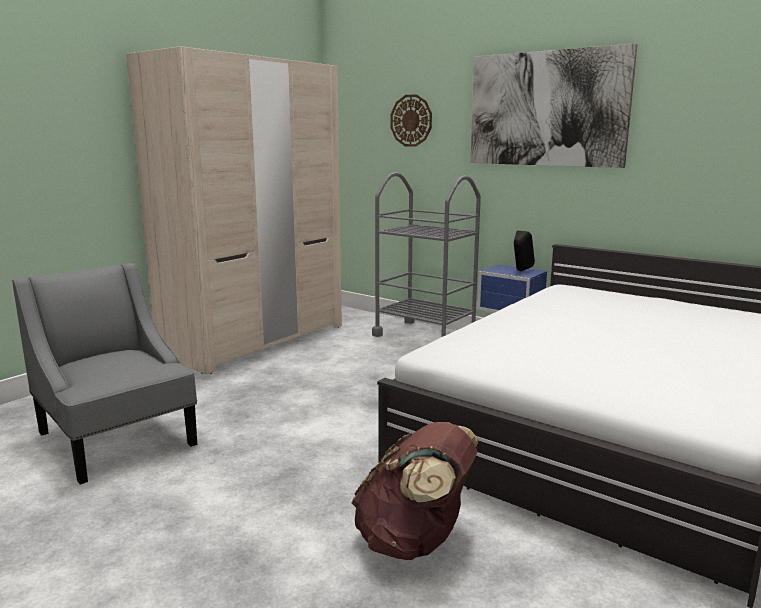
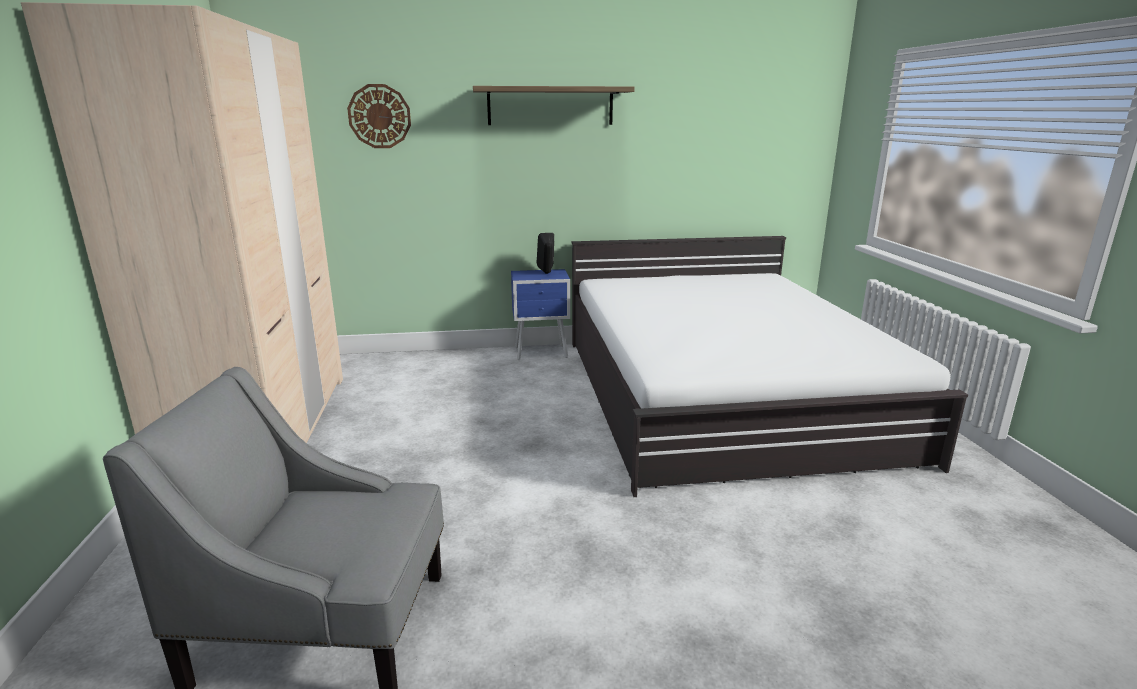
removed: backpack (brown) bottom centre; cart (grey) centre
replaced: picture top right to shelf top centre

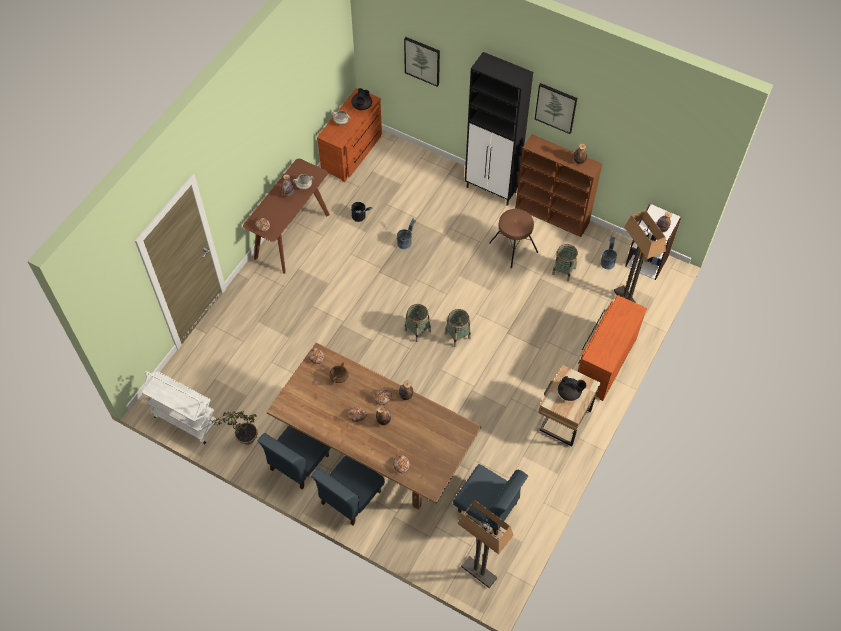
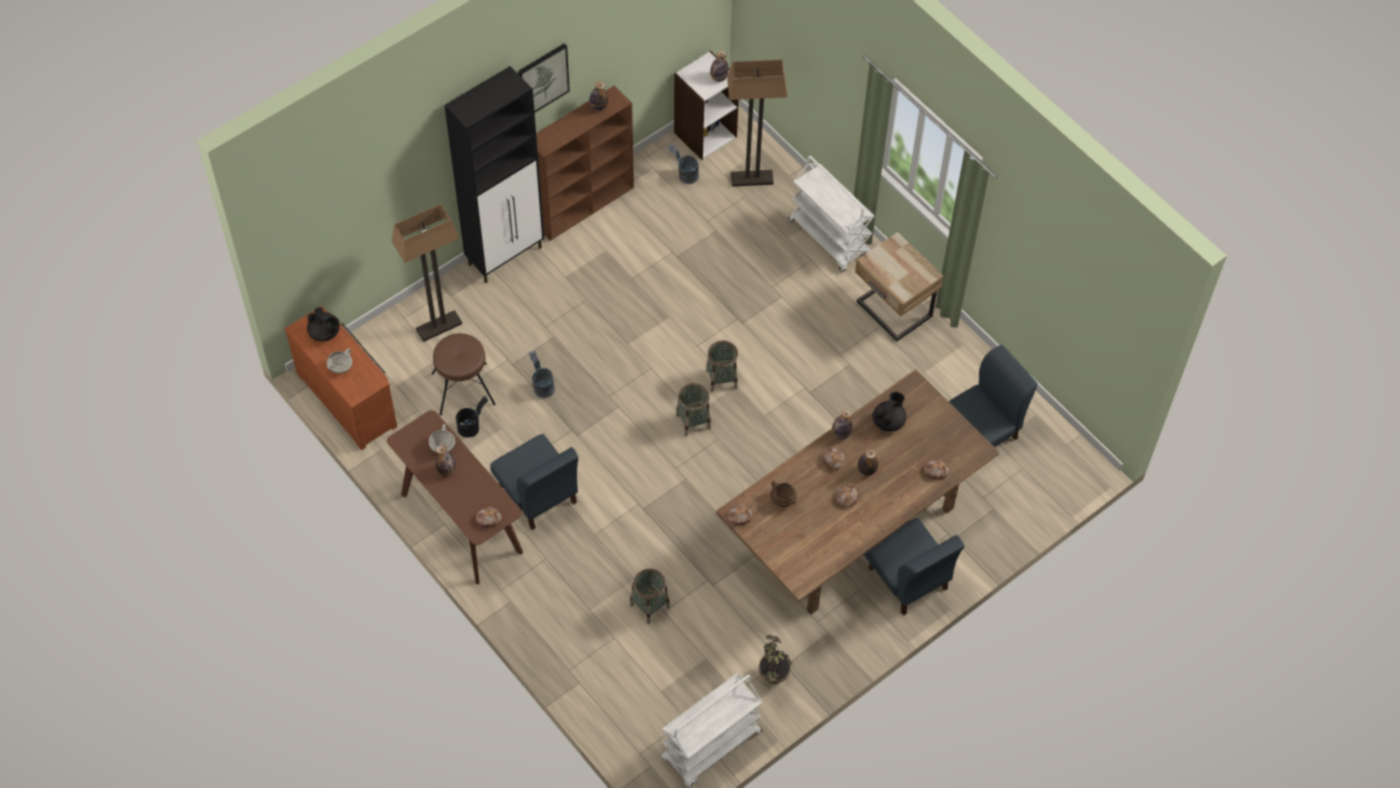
removed: picture (1st from left) top centre
moved: chair (blue) (1st from left) bottom centre to centre; floor lamp (1st from left) bottom centre to middle left; stool (brown) centre to middle left; basket (3rd from left in the first image) middle right to basket (1st from left) bottom centre; teapot (black) (2nd from left) middle right to centre
replaced: dresser (brown) (2nd from left) middle right to cart (white) (2nd from left) top centre

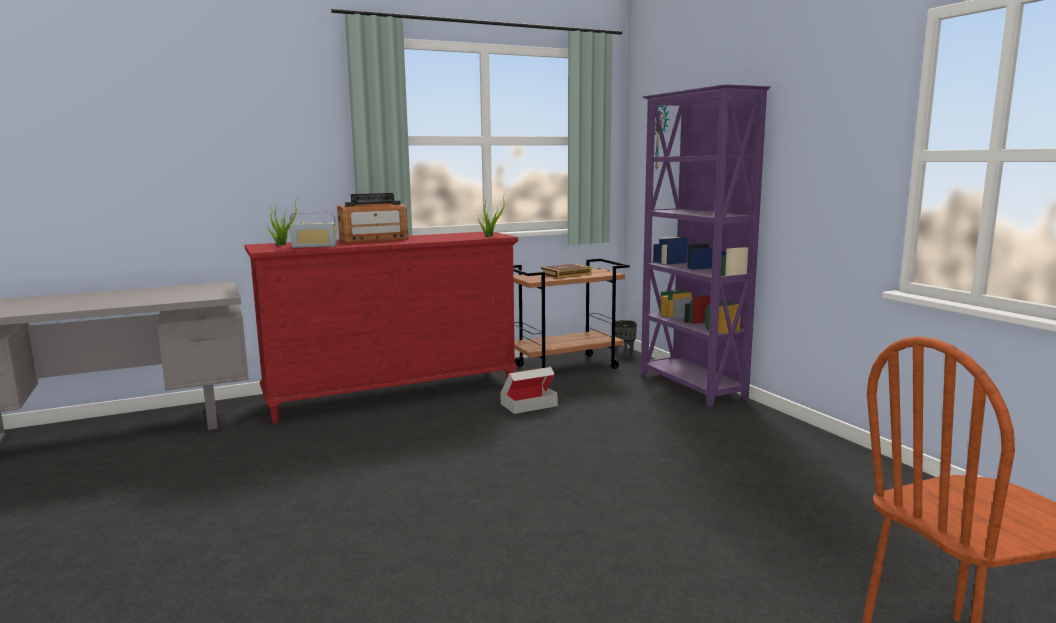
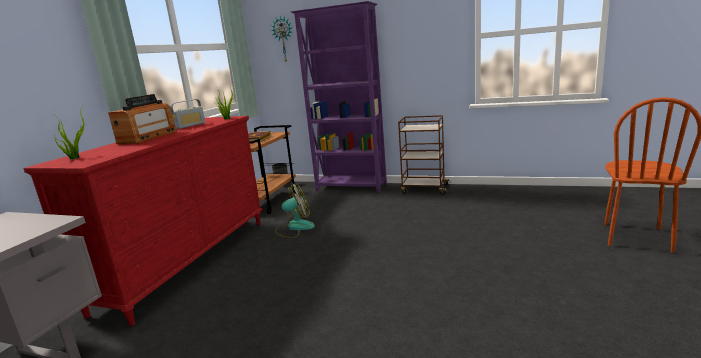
added: cart (brown) (2nd from left) centre
moved: radio (1st from left in the first image) middle left to radio (2nd from left) top left
replaced: cardboard box centre to fan centre

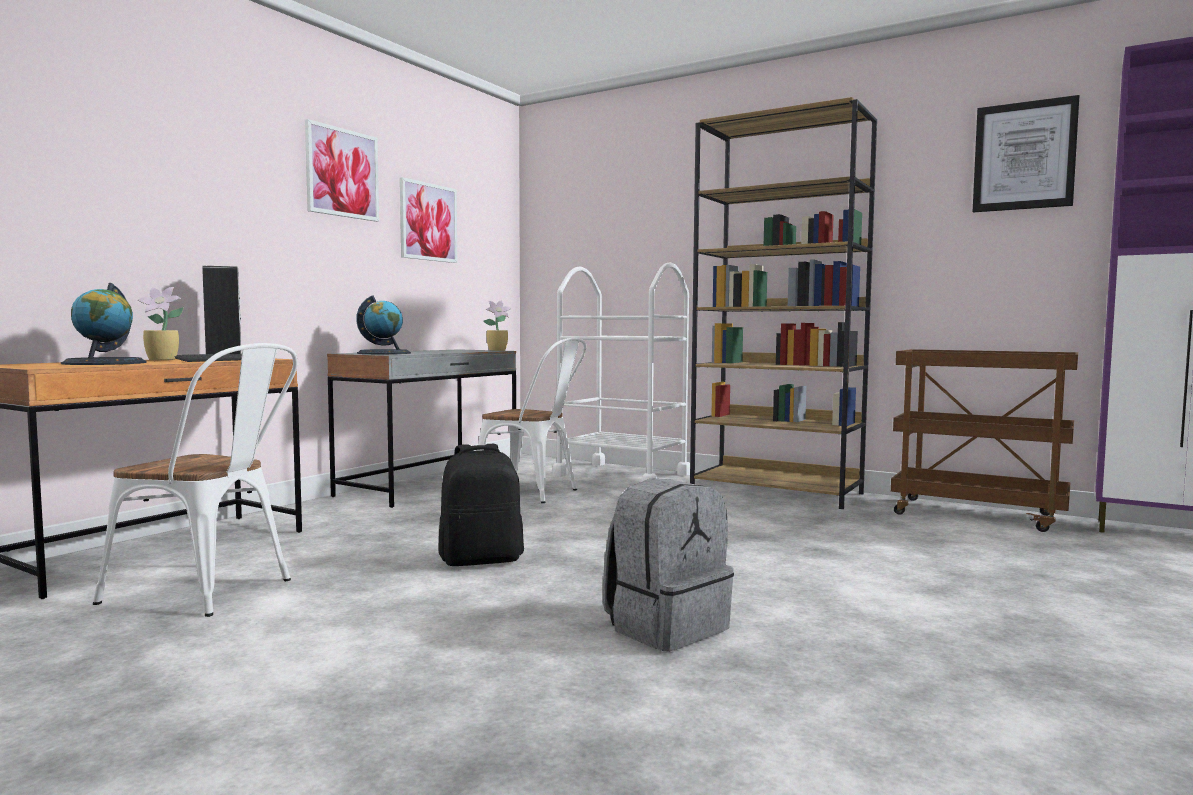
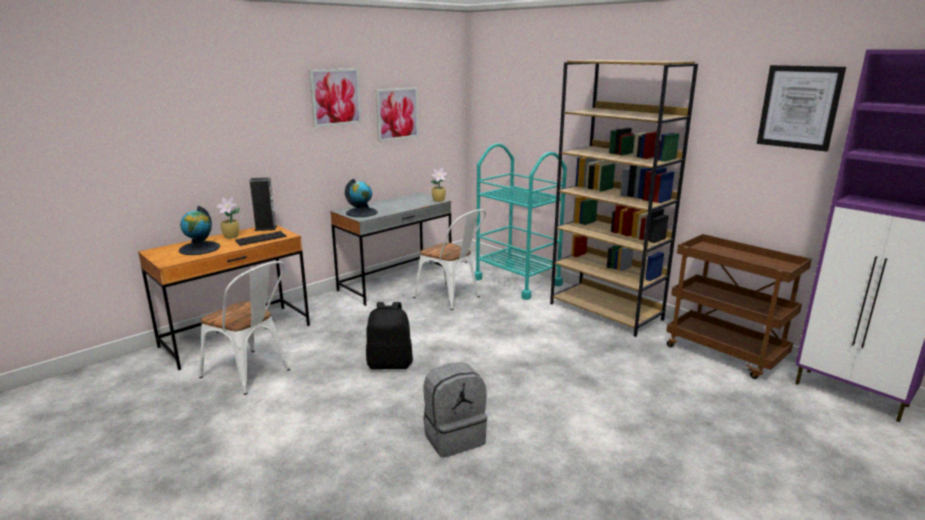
recoloured: cart (white) centre to cart (turquoise) centre

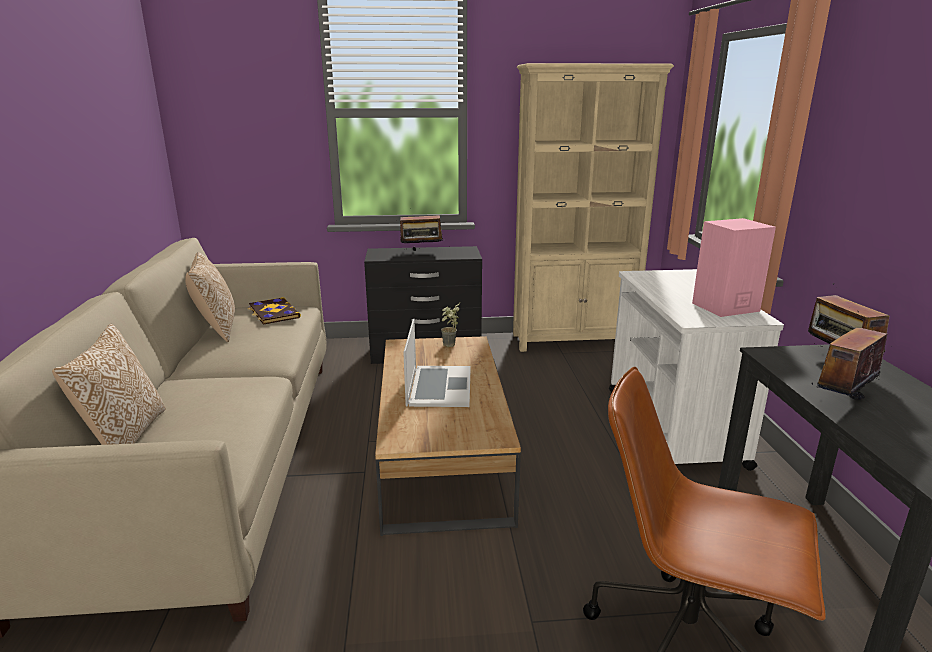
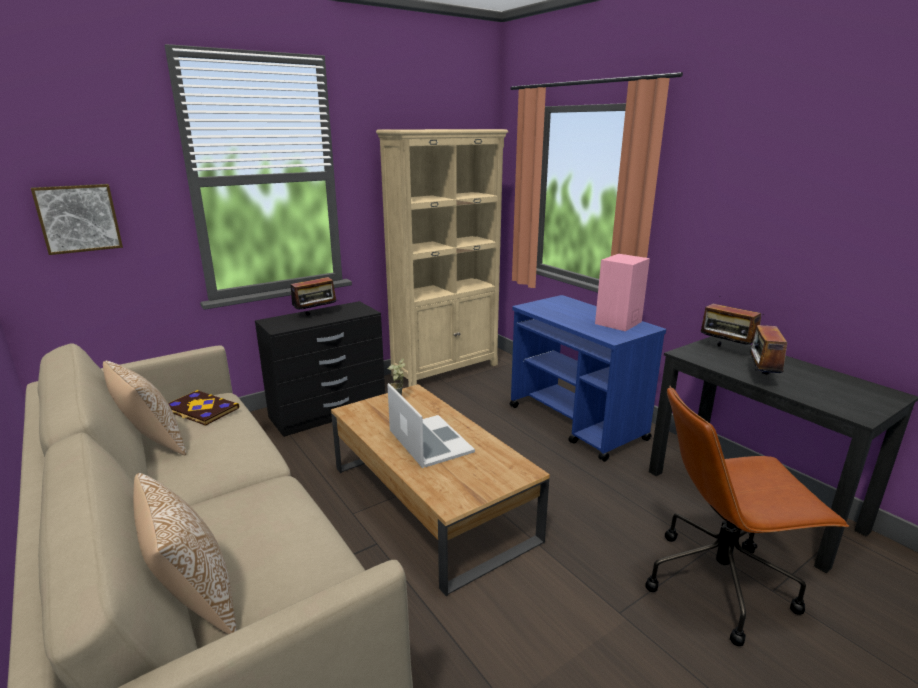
added: picture top left
recoloured: cart (white) middle right to cart (blue) centre

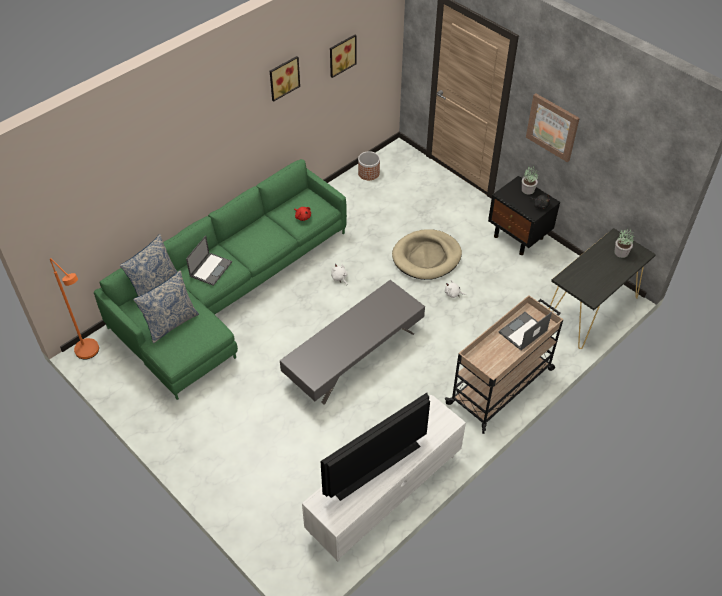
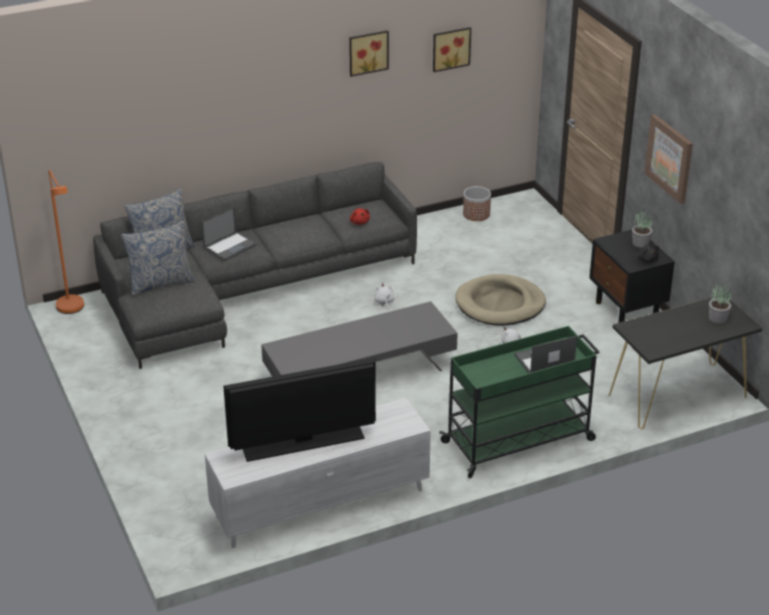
recoloured: sofa (green) middle left to sofa (grey) middle left; cart (beige) middle right to cart (green) middle right

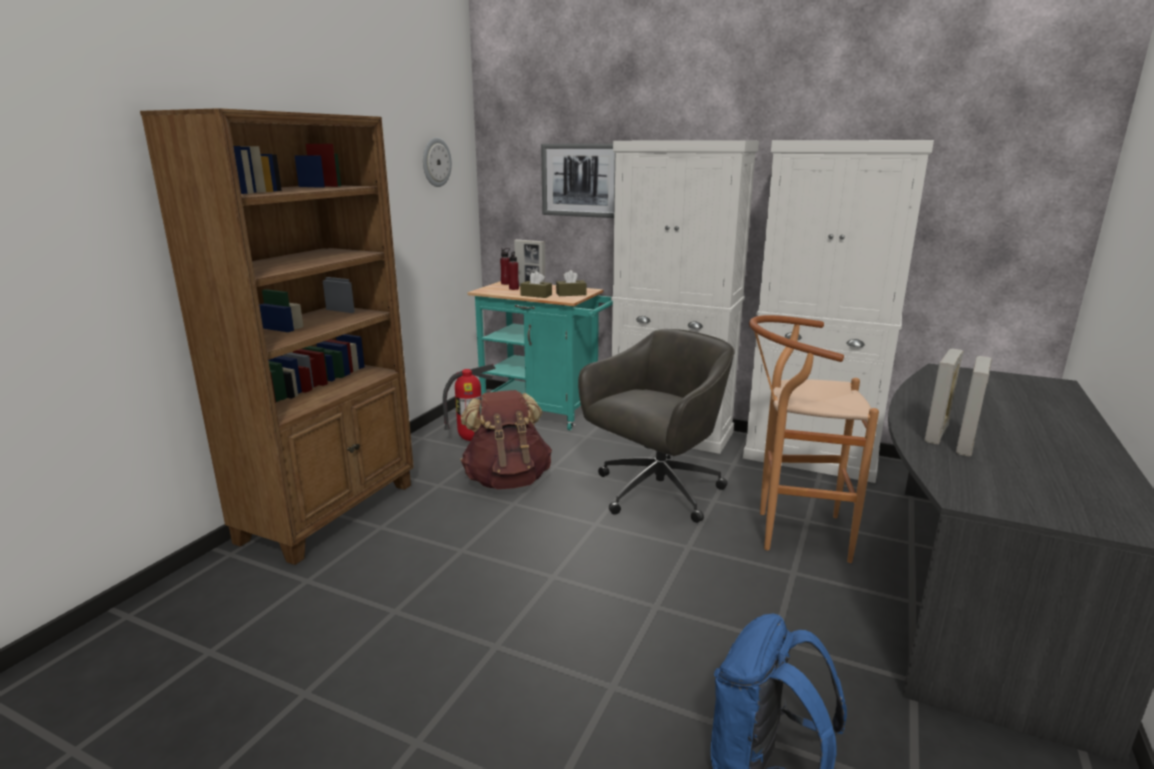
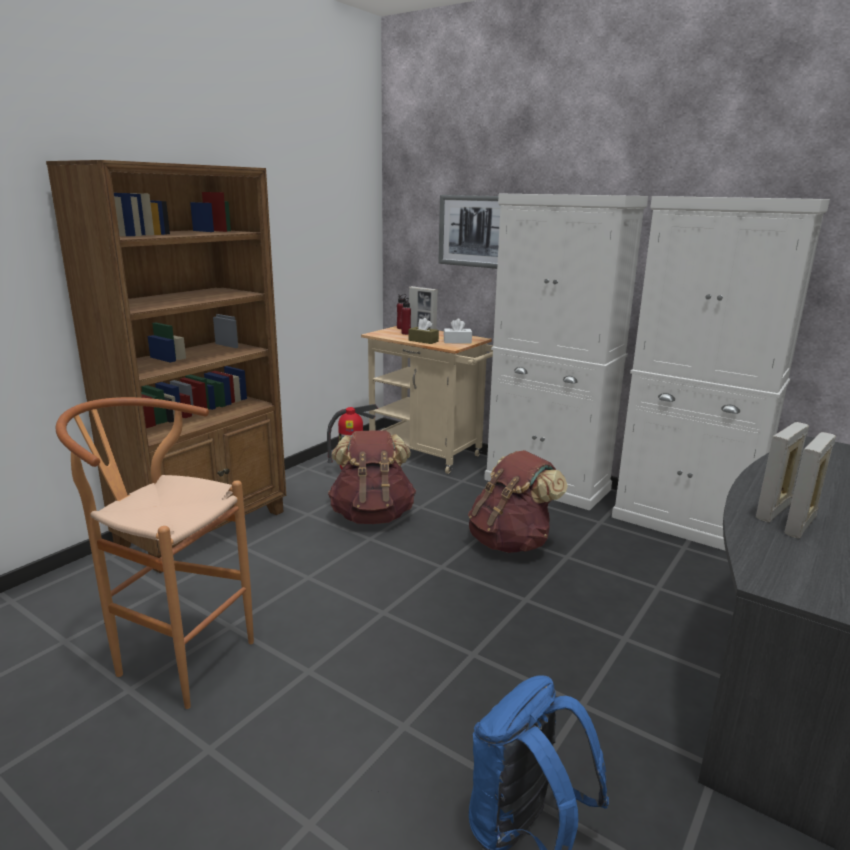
removed: wall clock top centre
moved: stool (brown) middle right to middle left
replaced: office chair (grey) centre to backpack (brown) (2nd from left) centre
recoloured: cart (turquoise) centre to cart (beige) centre; tissue box (brown) (2nd from left) centre to tissue box (white) centre

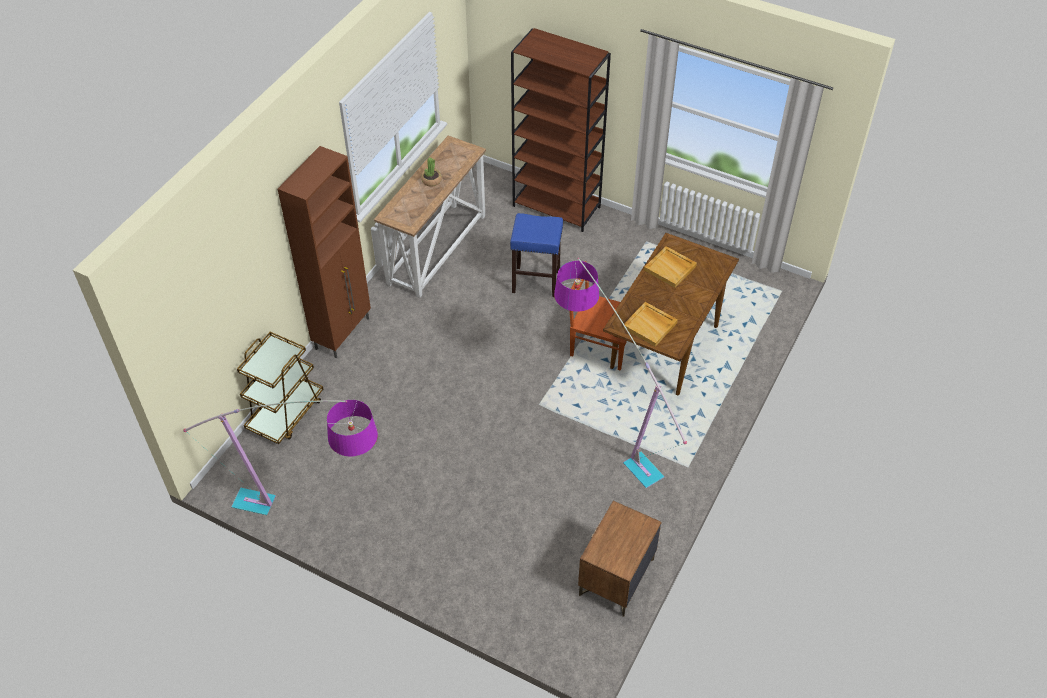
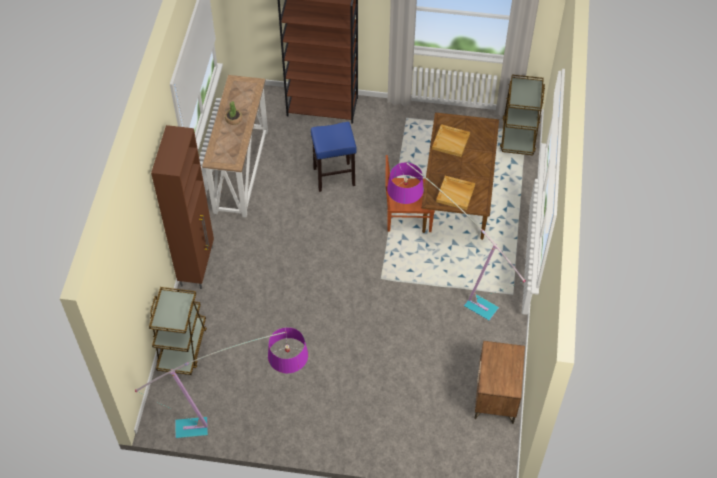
added: cart (brown) (2nd from left) top right

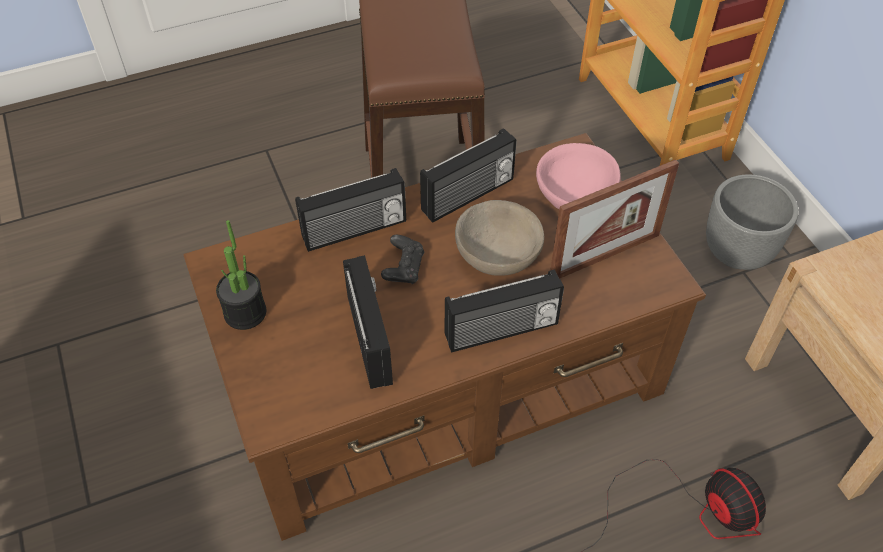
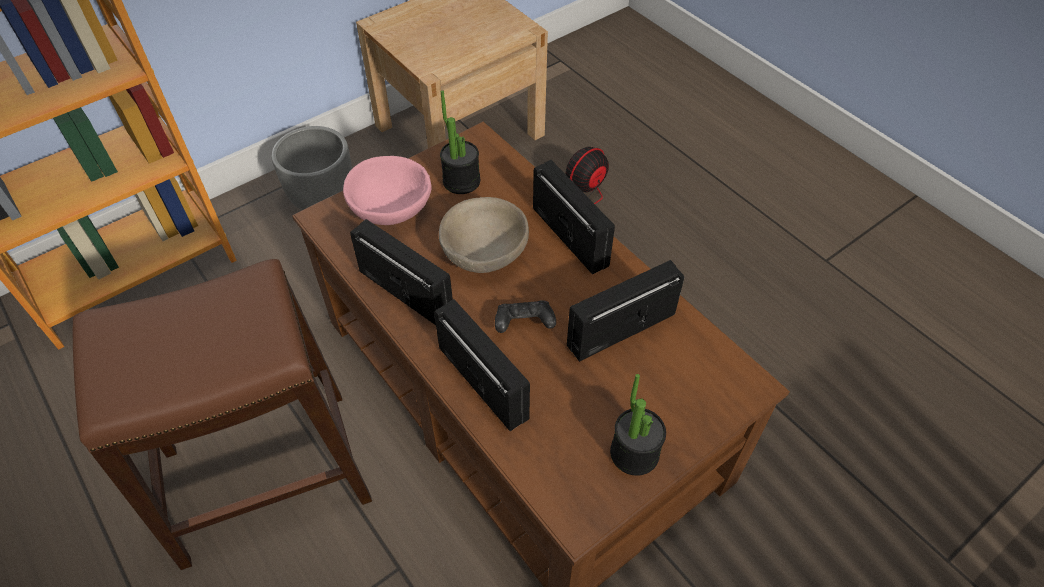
replaced: picture frame middle right to potted plant (1st from left) top centre

